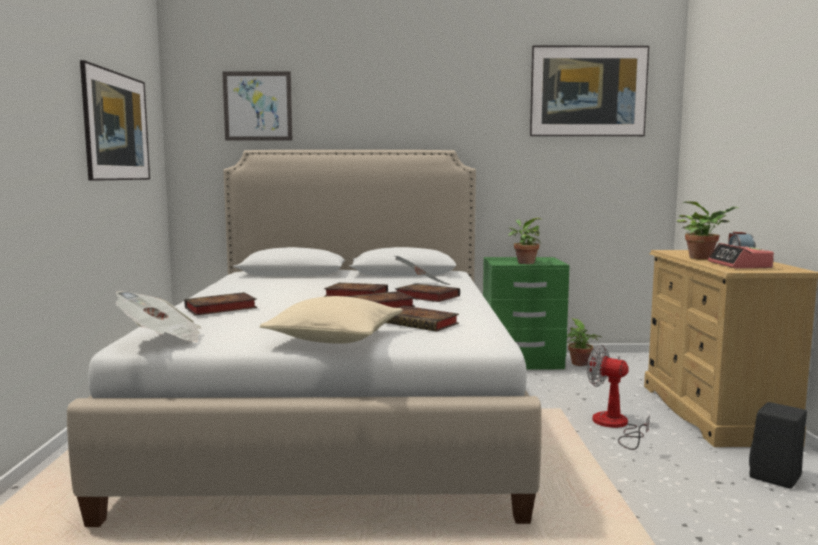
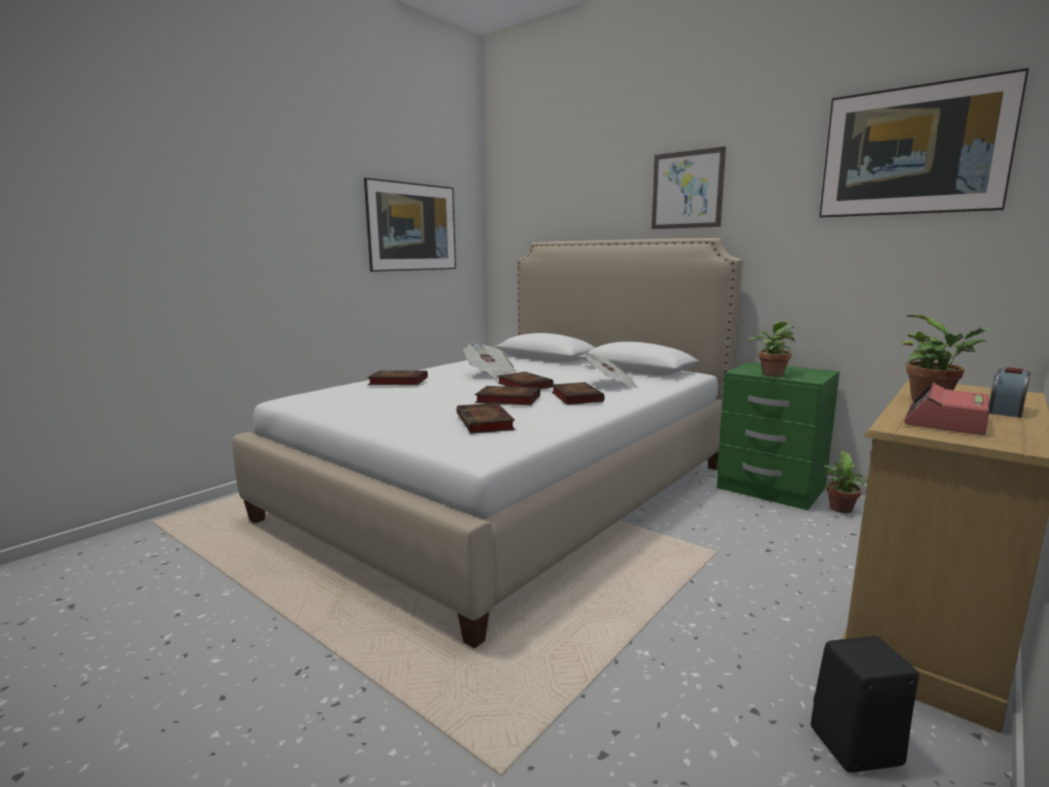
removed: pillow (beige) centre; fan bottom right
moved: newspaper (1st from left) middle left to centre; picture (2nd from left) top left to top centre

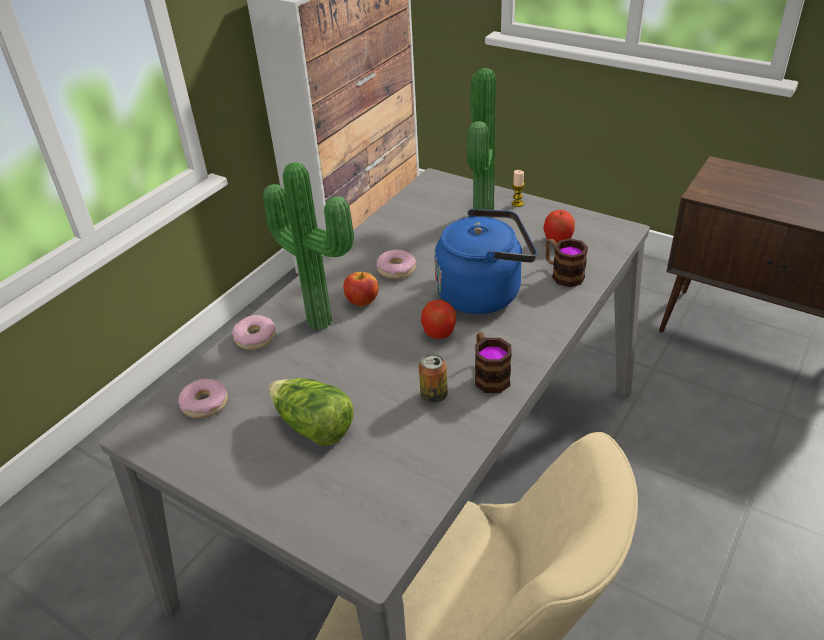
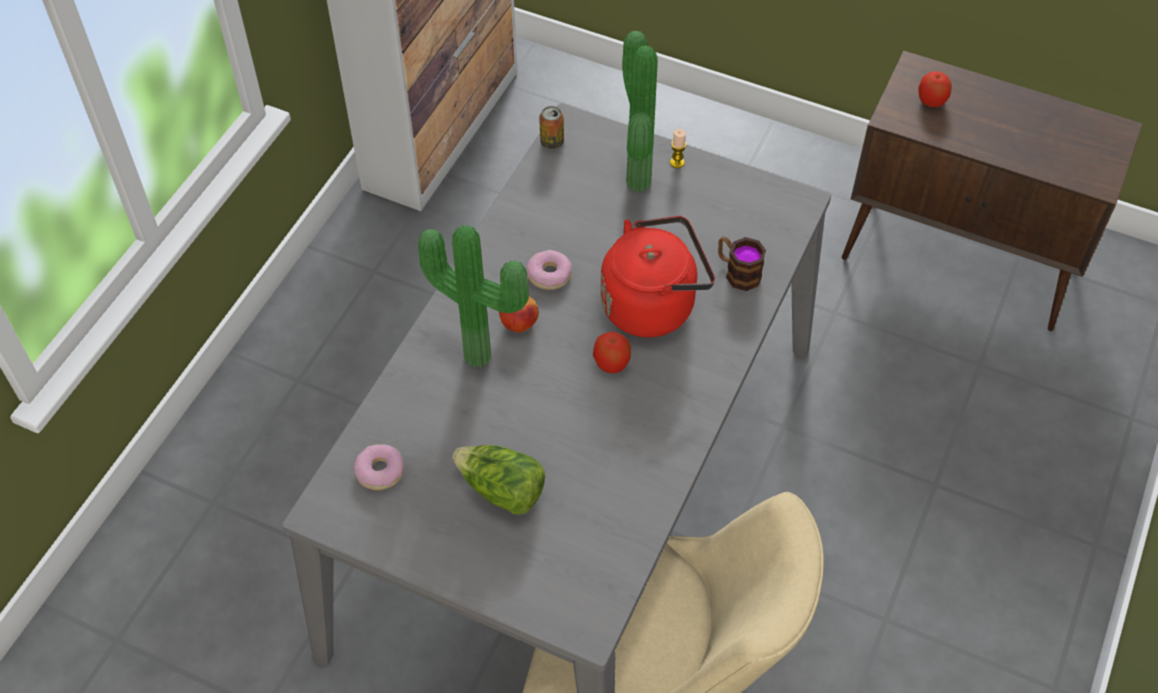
removed: donut (2nd from left) middle left; mug (1st from left) centre
moved: can centre to top centre; apple (3rd from left) middle right to top right
recoloured: kettle (blue) centre to kettle (red) centre

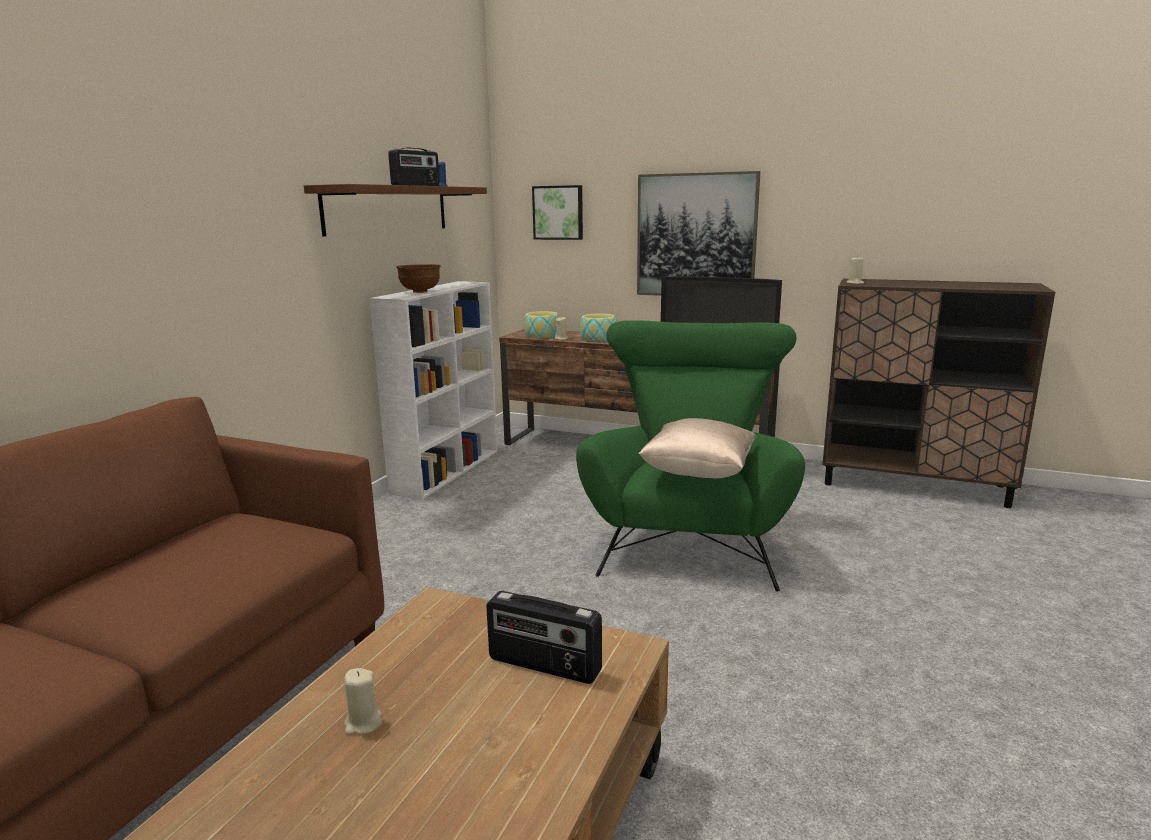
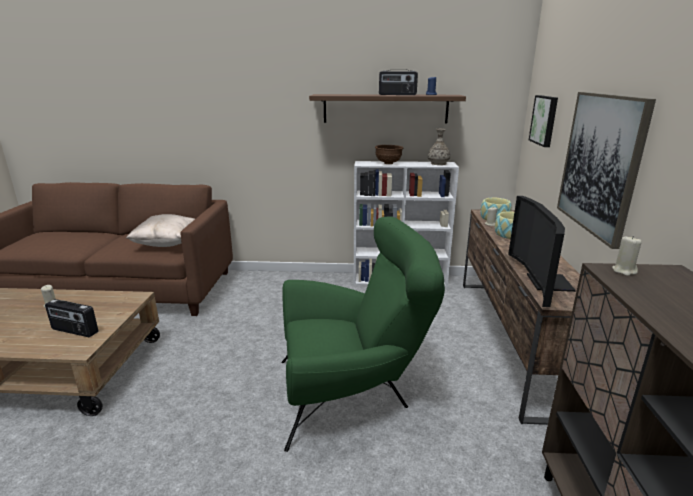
added: vase top centre
moved: pillow (beige) centre to middle left
turned: radio (2nd from left in the first image) bottom centre = middle left 75 degrees counterclockwise

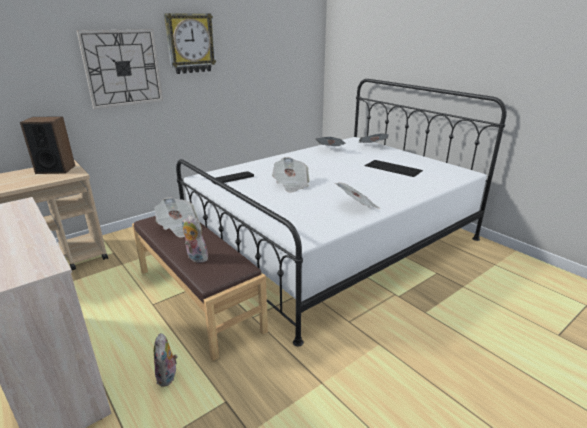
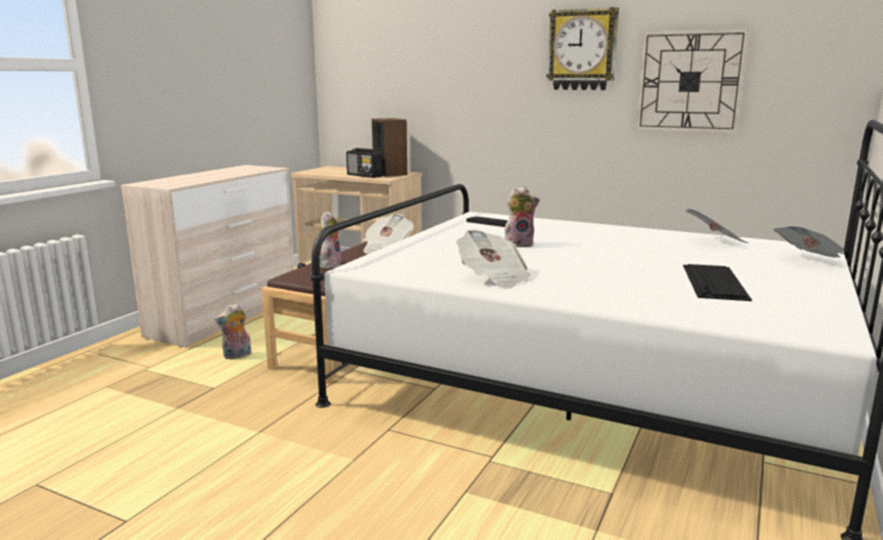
added: radio top centre
moved: wall clock (1st from left in the first image) top left to wall clock (2nd from left) top right
replaced: newspaper (2nd from left) centre to plush toy (3rd from left) centre

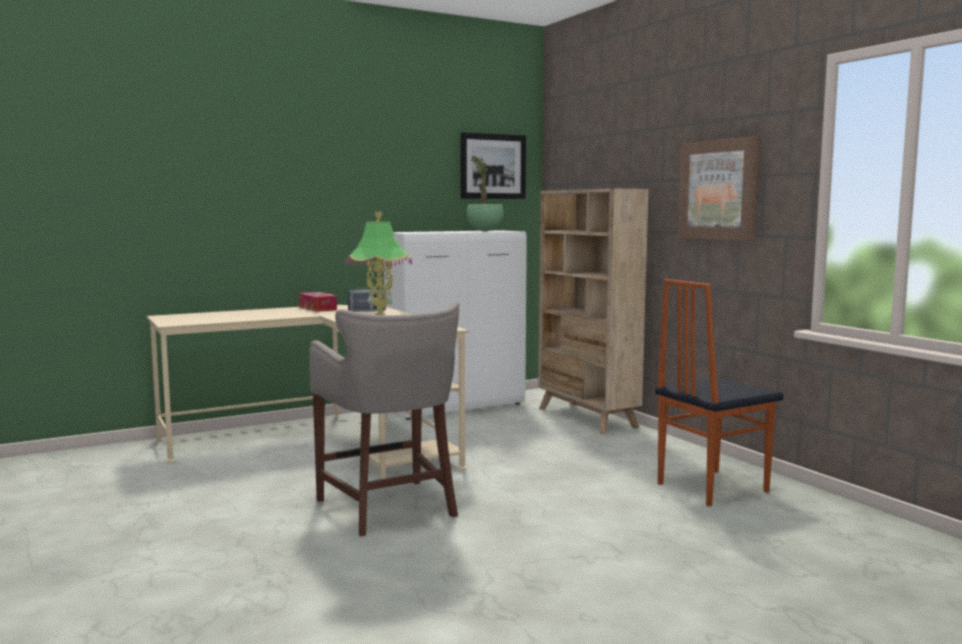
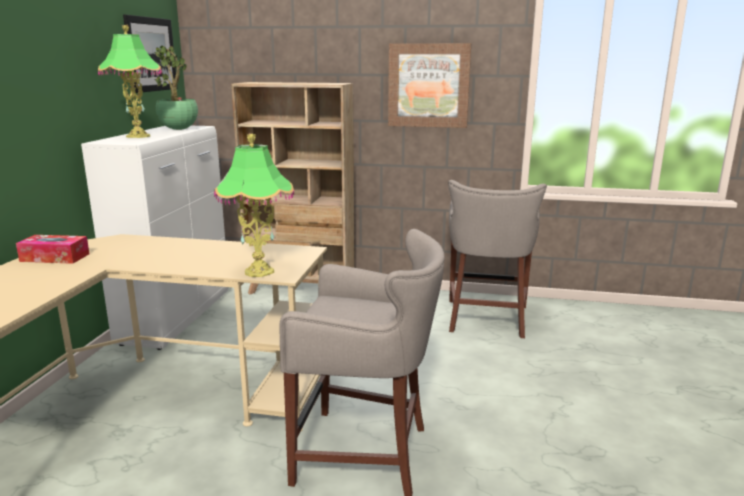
removed: radio centre
added: table lamp (1st from left) top left
replaced: chair middle right to stool (grey) (2nd from left) middle right

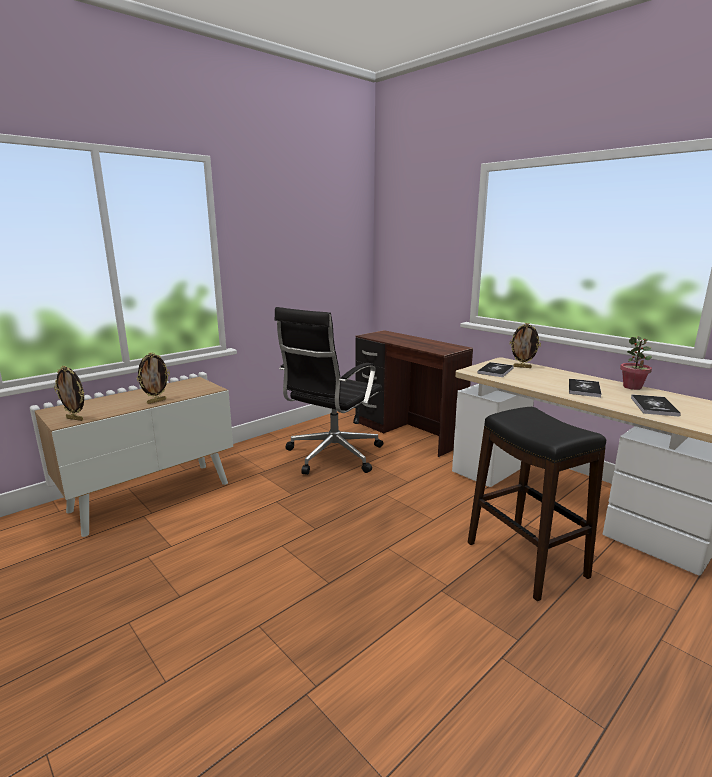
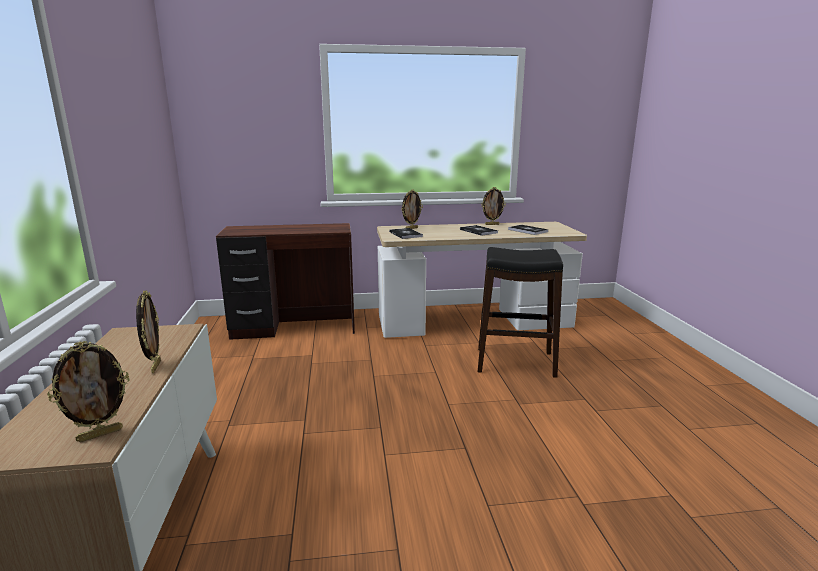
removed: office chair (black) centre
replaced: potted plant middle right to picture frame (4th from left) centre

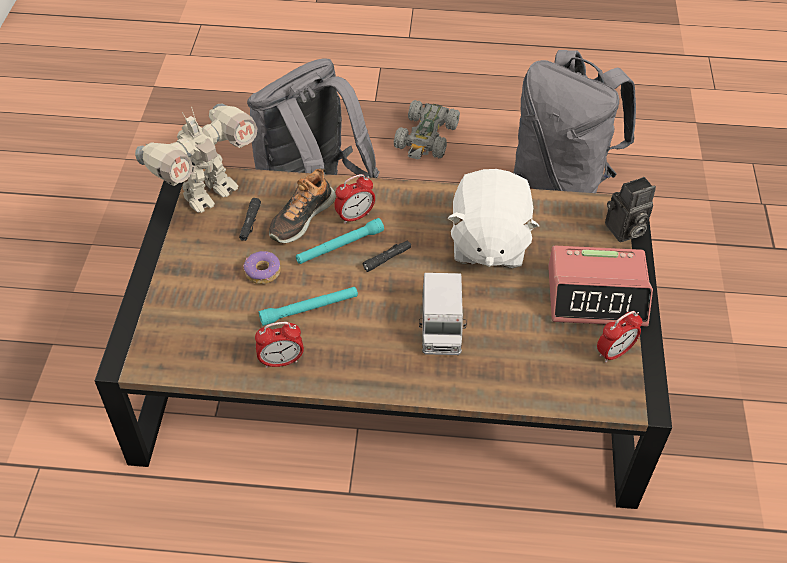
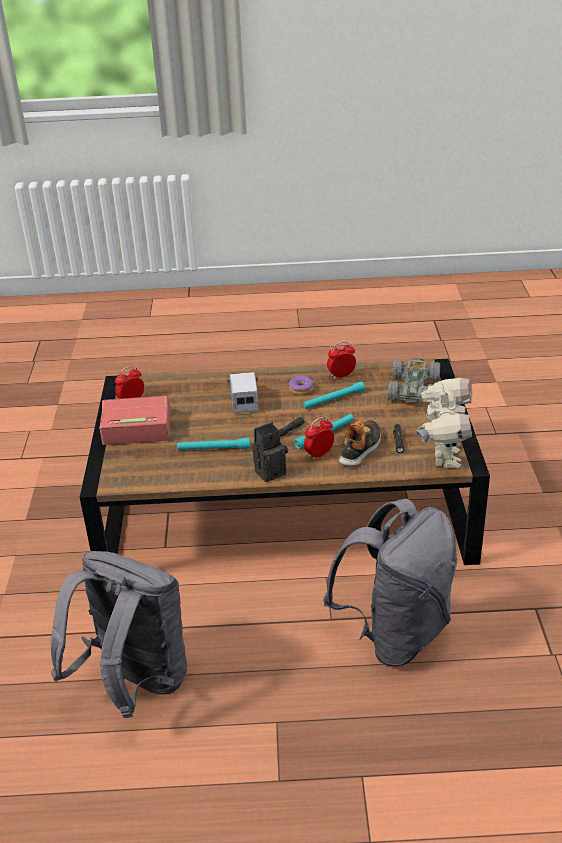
moved: donut middle left to centre; toy car (grey) top centre to middle right; photo camera middle right to centre
replaced: plush toy (white) centre to flashlight (turquoise) (1st from left) centre
turned: toy robot top left = middle right 150 degrees clockwise

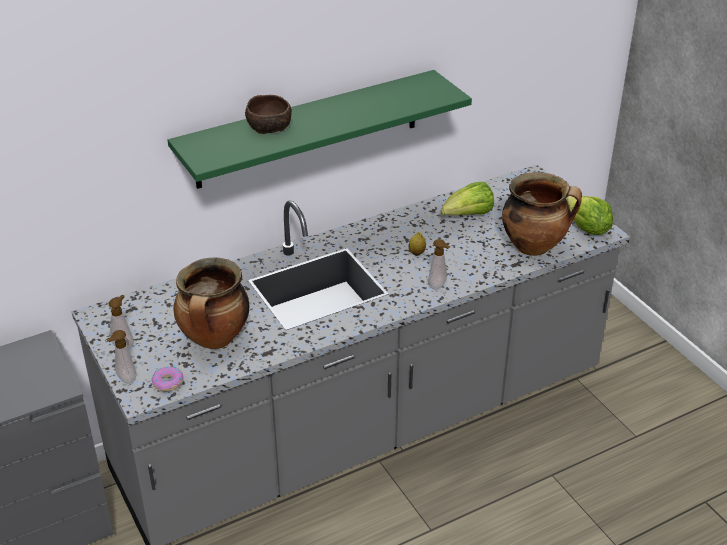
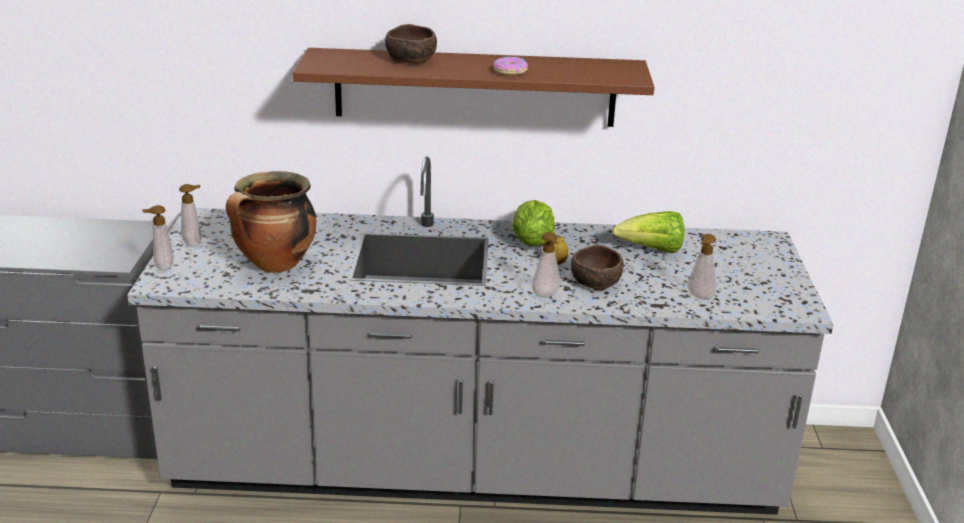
added: bowl (brown) (2nd from left) centre
moved: donut bottom left to top centre; lettuce (2nd from left in the first image) middle right to lettuce (1st from left) centre
replaced: cooking pot (2nd from left) middle right to soap dispenser (4th from left) middle right
recoloured: shelf (green) top centre to shelf (brown) top centre

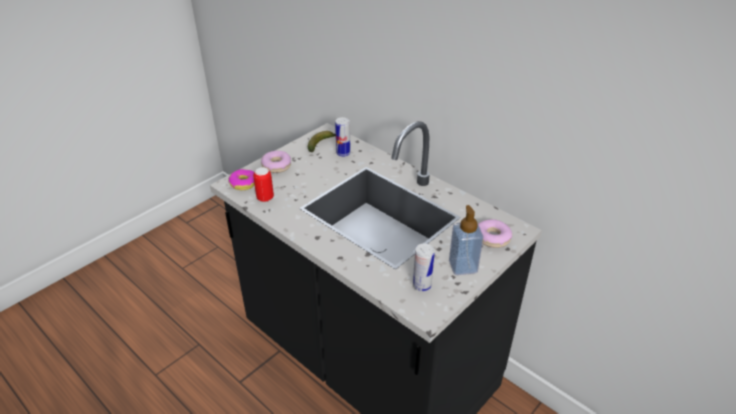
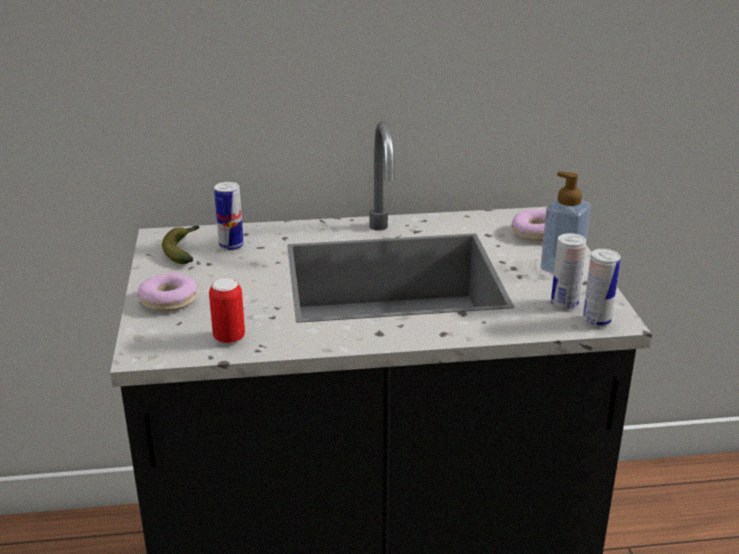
removed: donut (1st from left) middle left
added: can (4th from left) middle right

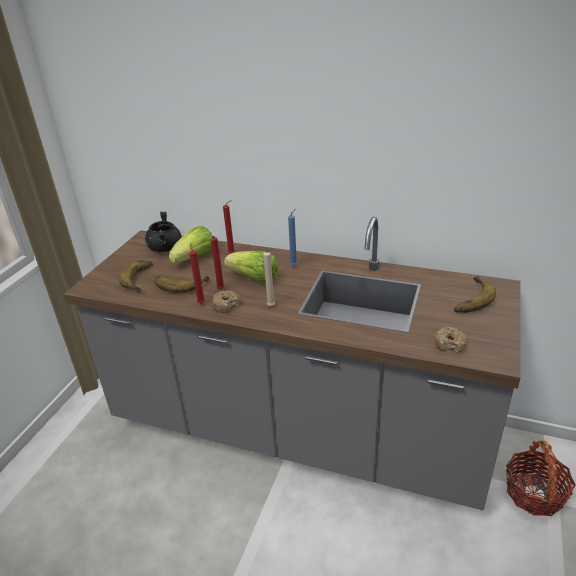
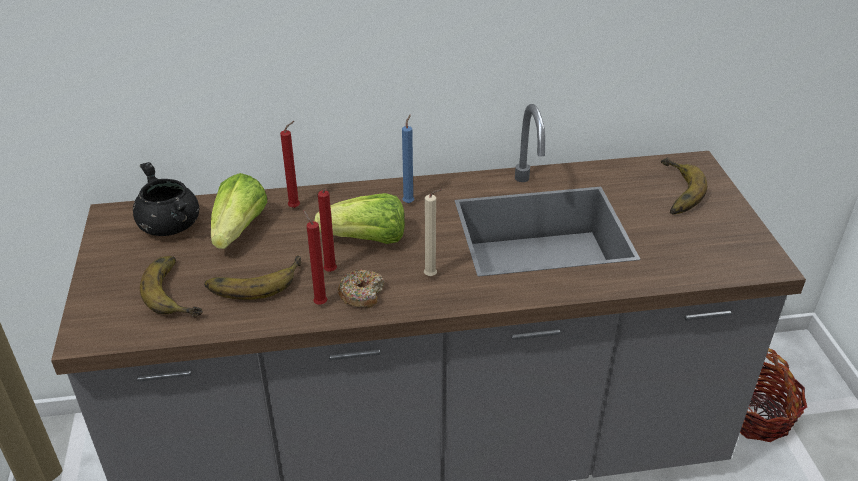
removed: donut (2nd from left) middle right

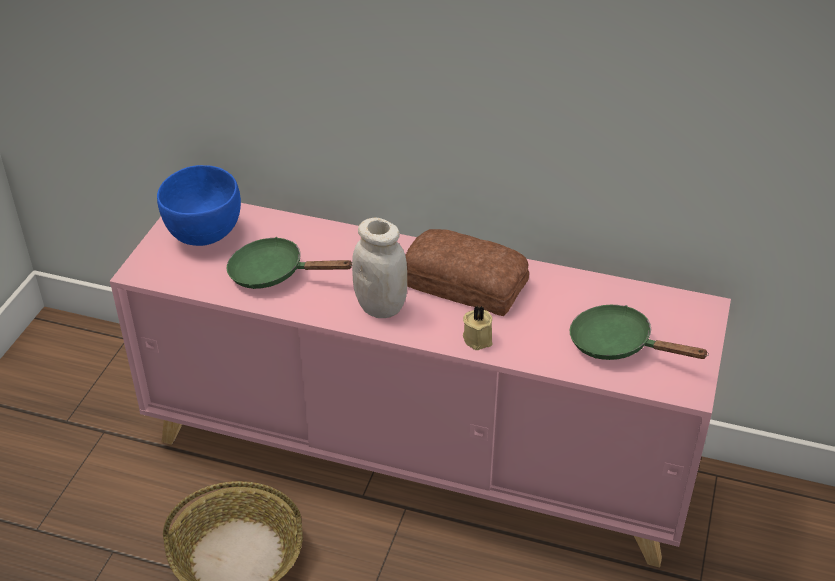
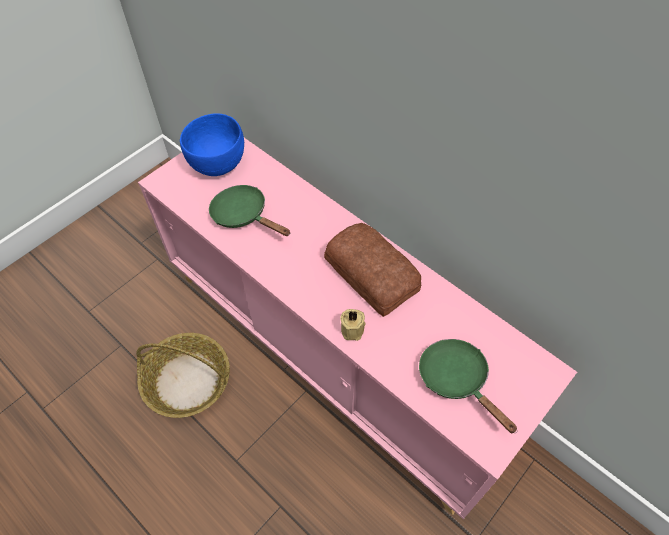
removed: jar (white) centre

